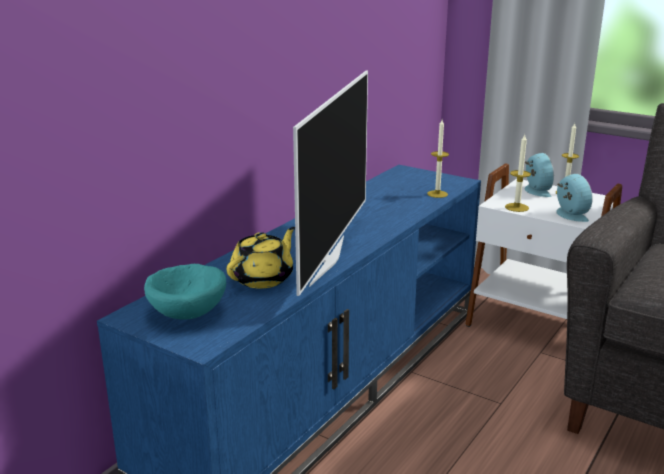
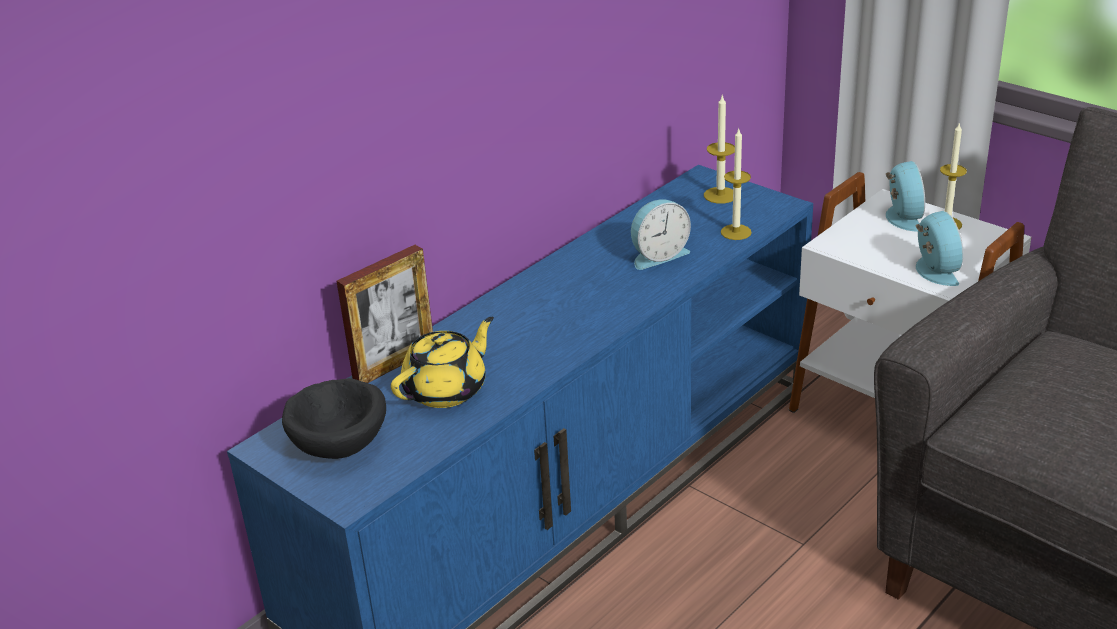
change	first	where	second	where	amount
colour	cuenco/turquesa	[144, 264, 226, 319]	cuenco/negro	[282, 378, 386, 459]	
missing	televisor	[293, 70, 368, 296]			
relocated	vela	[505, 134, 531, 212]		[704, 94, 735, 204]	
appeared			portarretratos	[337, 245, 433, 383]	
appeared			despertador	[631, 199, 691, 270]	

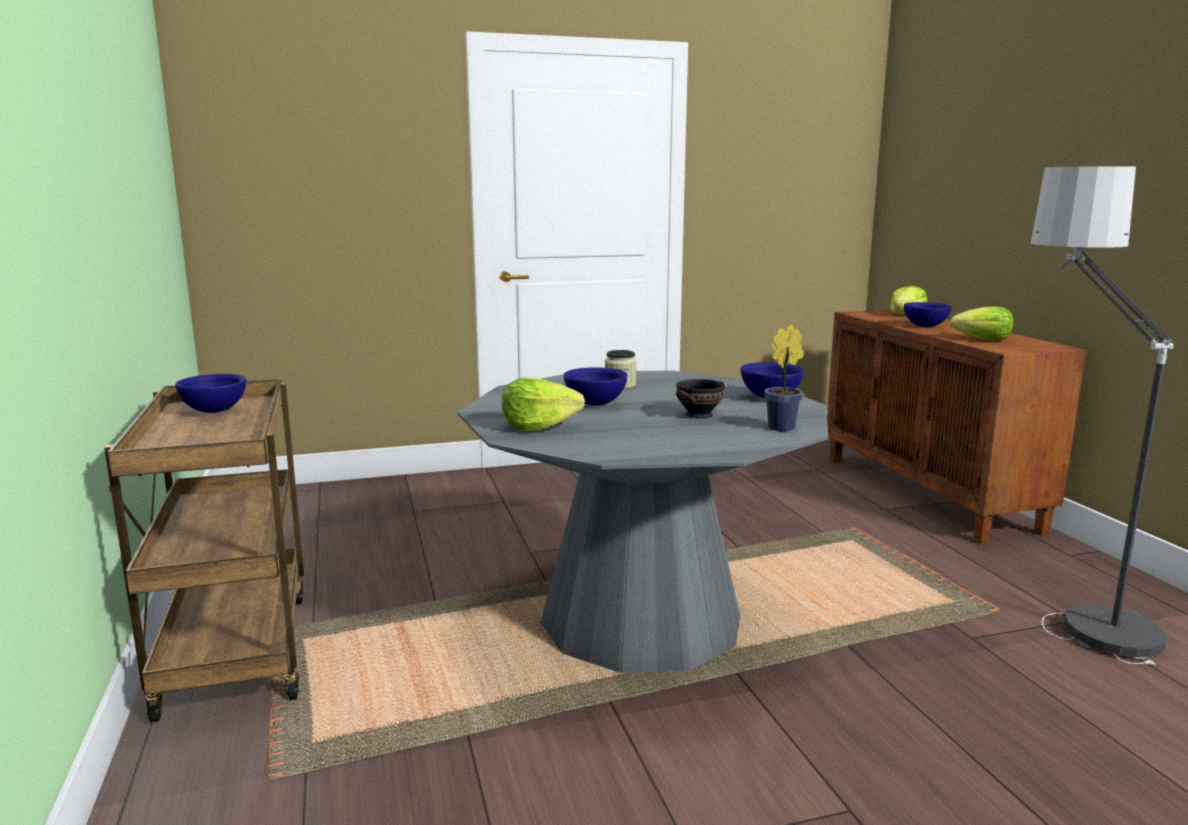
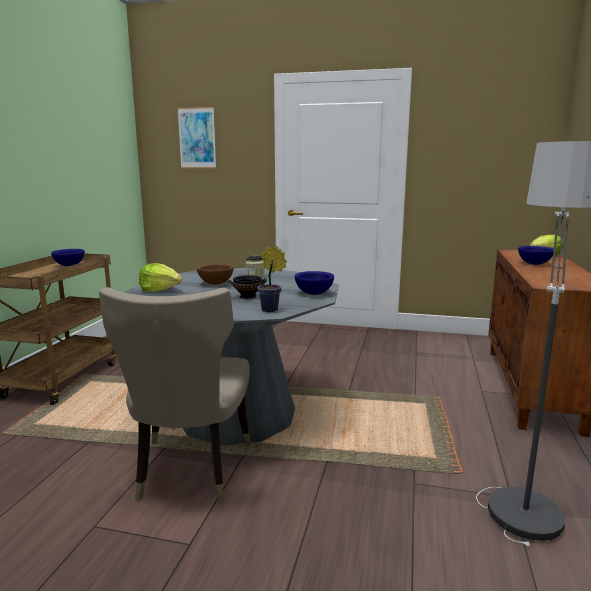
change	first	where	second	where	amount
colour	cuenco/azul	[563, 367, 628, 406]	cuenco/marrón	[197, 263, 234, 285]	
missing	lechuga	[950, 306, 1014, 341]			
appeared			silla/beis	[99, 287, 251, 503]	
appeared			cuadro	[177, 107, 216, 168]	

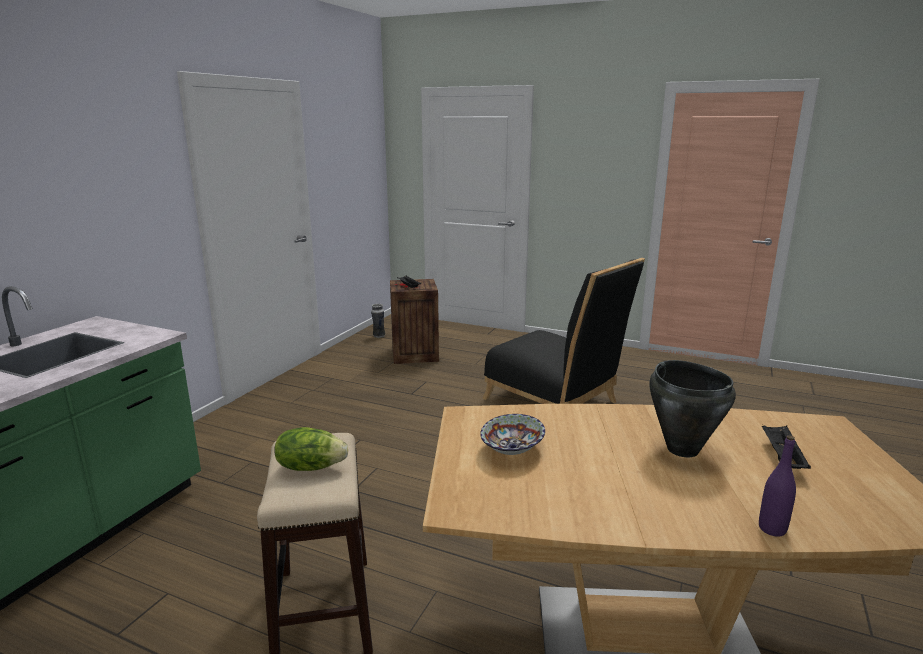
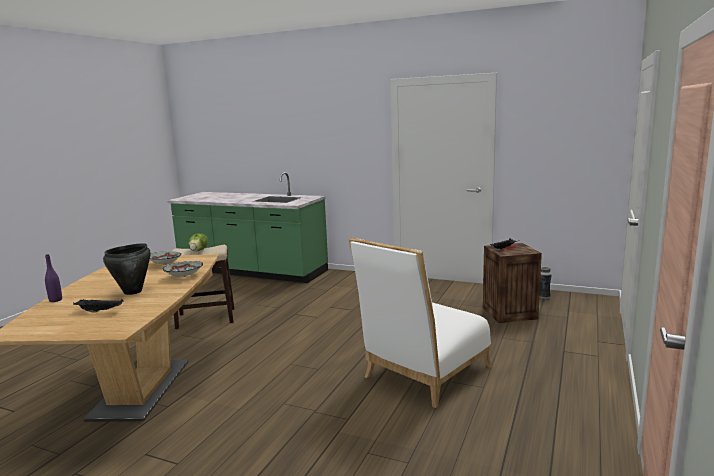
change	first	where	second	where	amount
colour	silla/negro	[483, 258, 645, 404]	silla/blanco	[349, 238, 492, 408]	
appeared			cuenco	[163, 261, 203, 277]	

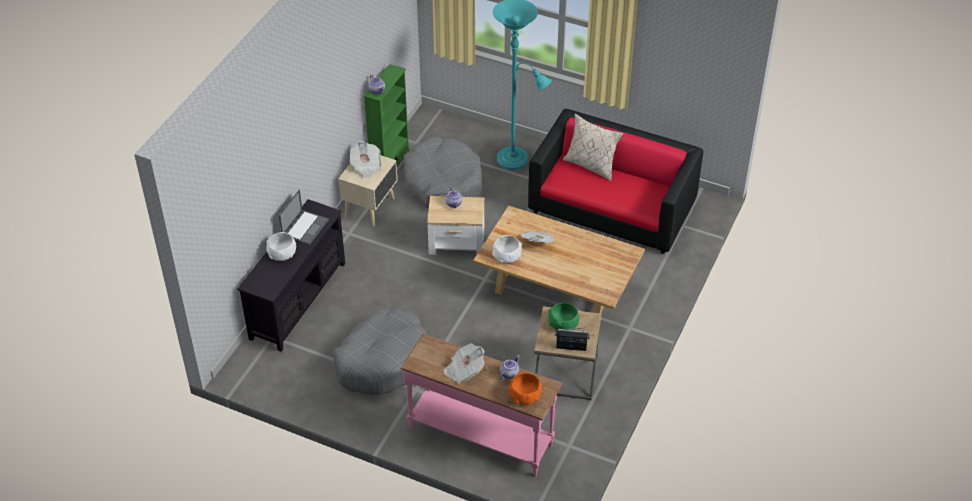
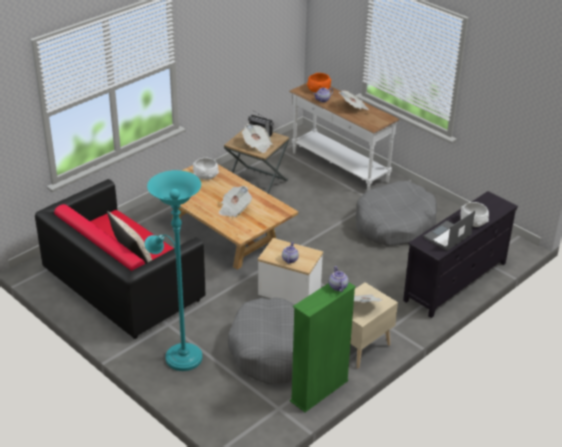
change	first	where	second	where	amount
colour	mesa consola/rosa	[400, 334, 563, 477]	mesa consola/blanco	[289, 82, 399, 191]	
relocated	cuenco/blanco	[492, 235, 522, 263]		[193, 158, 219, 180]	
exchanged	cuenco/verde	[548, 303, 580, 330]	periódico	[242, 124, 273, 153]	

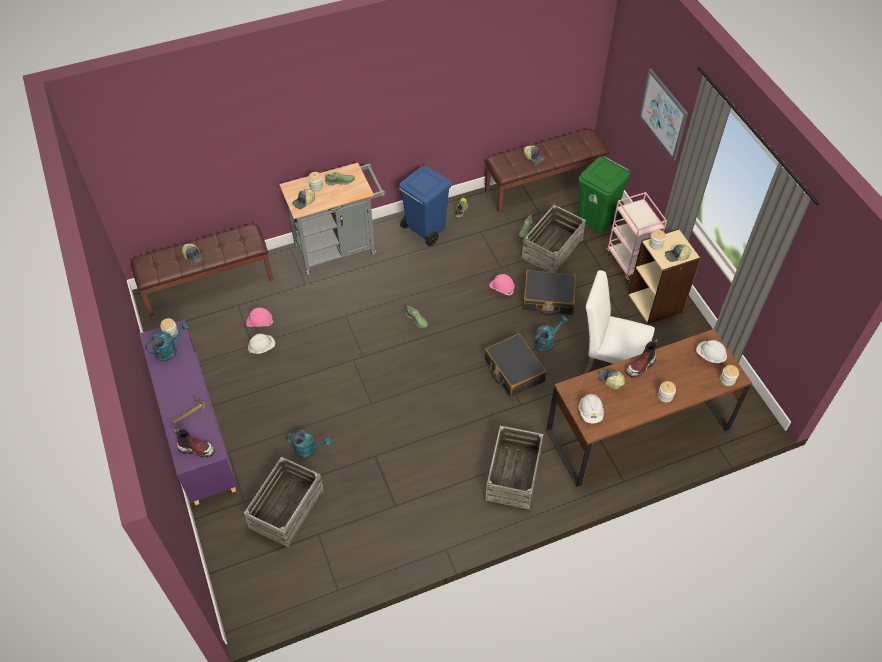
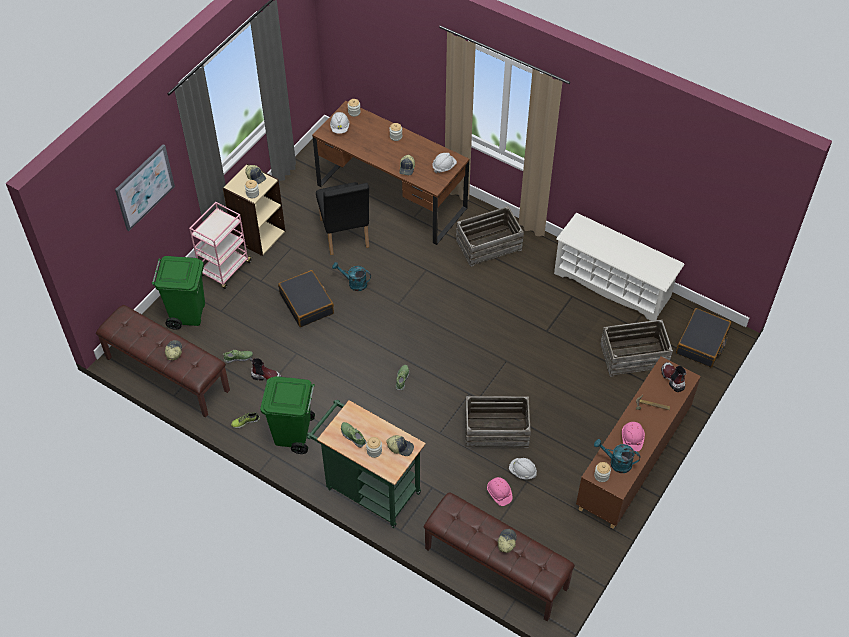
change	first	where	second	where	amount
colour	armario/morado	[140, 320, 237, 505]	armario/marrón	[576, 356, 701, 529]	
colour	carrito/gris	[279, 163, 385, 276]	carrito/verde	[307, 400, 426, 528]	
missing	regadera/turquesa	[286, 430, 332, 458]			
colour	papelera/azul	[398, 166, 452, 246]	papelera/verde	[260, 376, 315, 454]	
relocated	maleta/negro	[484, 334, 547, 397]		[676, 308, 731, 367]	
relocated	casco/rosa	[489, 274, 515, 295]		[622, 422, 645, 452]	
relocated	caja de embalaje	[522, 205, 586, 273]		[465, 396, 531, 448]	
colour	silla/blanco	[583, 270, 655, 374]	silla/negro	[316, 182, 369, 255]	
relocated	bota	[625, 339, 658, 378]		[249, 358, 282, 381]	
appeared			zapatero/blanco	[554, 213, 685, 321]	

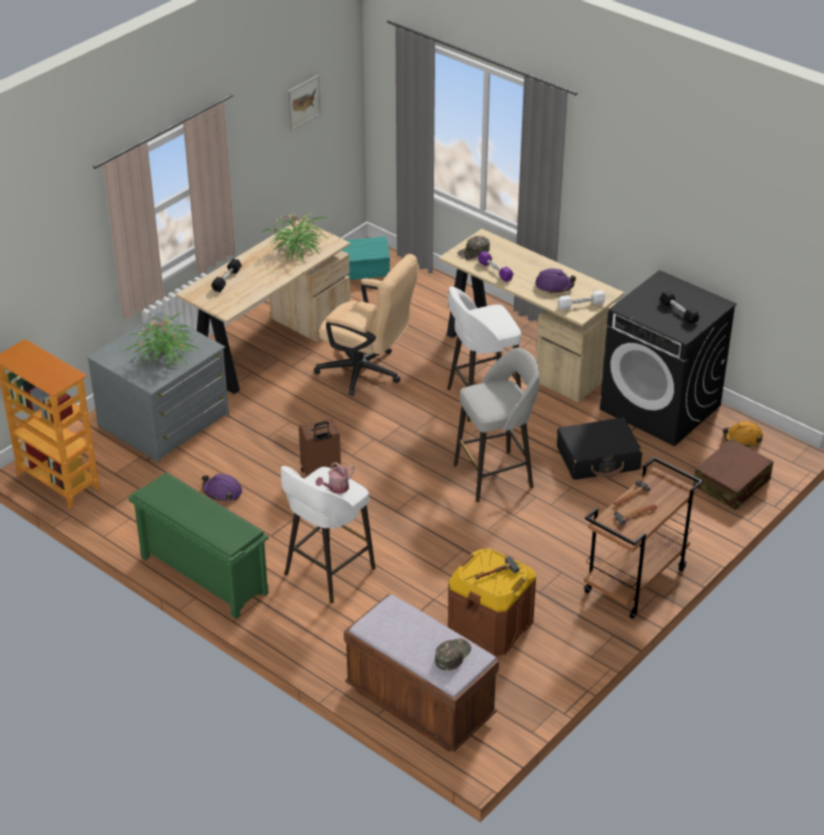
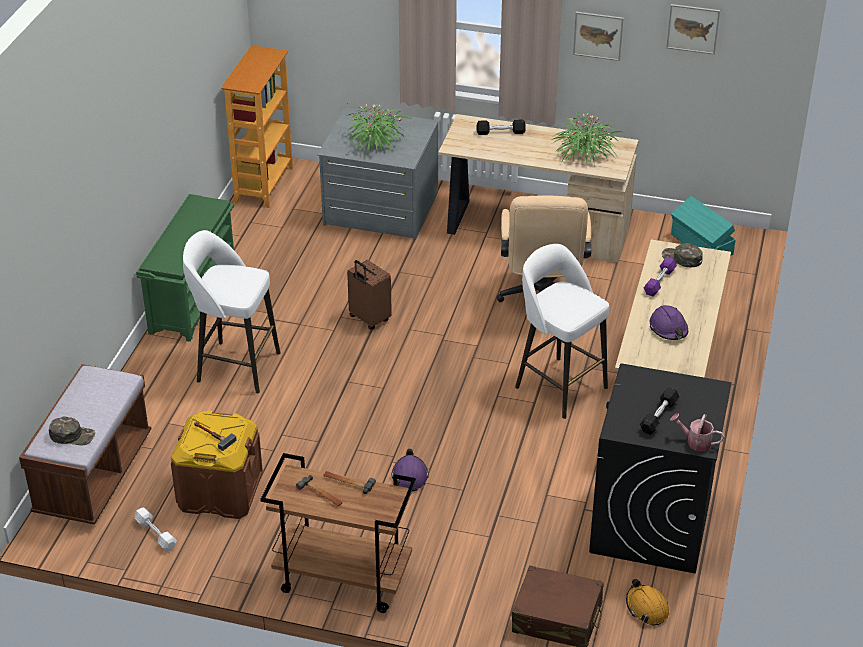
change	first	where	second	where	amount
relocated	casco/morado	[202, 474, 242, 501]		[391, 448, 429, 491]	
relocated	regadera	[316, 462, 354, 494]		[670, 413, 725, 451]	
missing	taburete/gris	[454, 348, 540, 502]			
missing	maleta/negro	[557, 417, 642, 480]			
relocated	mancuerna/blanco	[558, 290, 606, 310]		[134, 507, 177, 552]	
appeared			cuadro	[573, 12, 624, 61]	

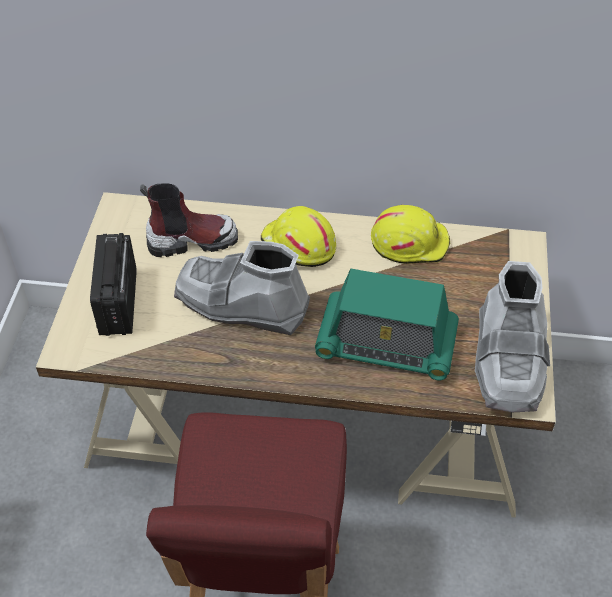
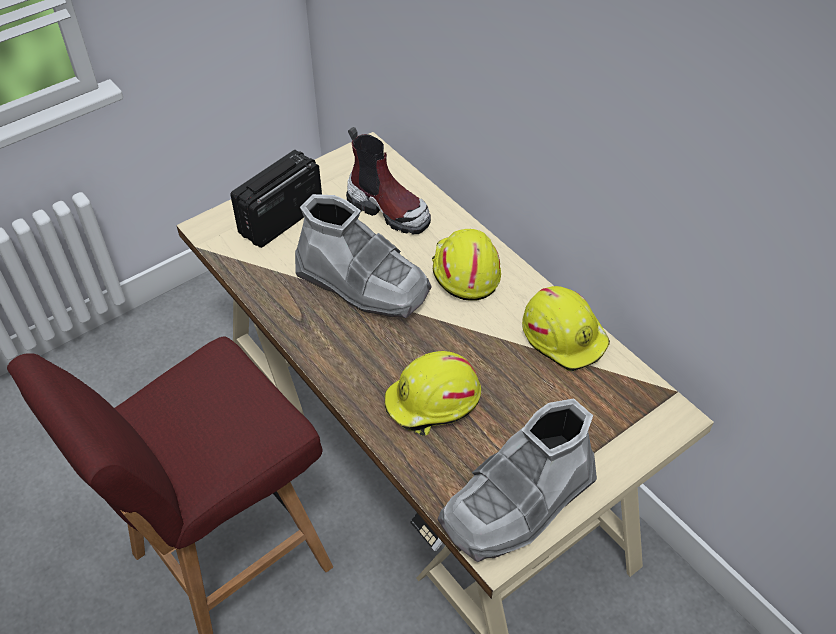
change	first	where	second	where	amount
spun	bota/gris	[174, 241, 310, 335]		[295, 194, 432, 318]	150 degrees clockwise
exchanged	radio	[315, 269, 459, 380]	casco/amarillo	[385, 351, 481, 436]	

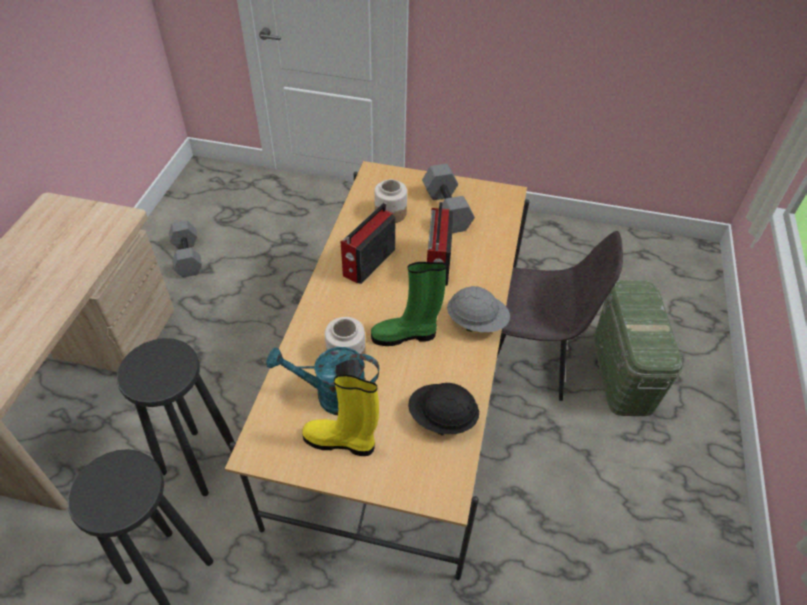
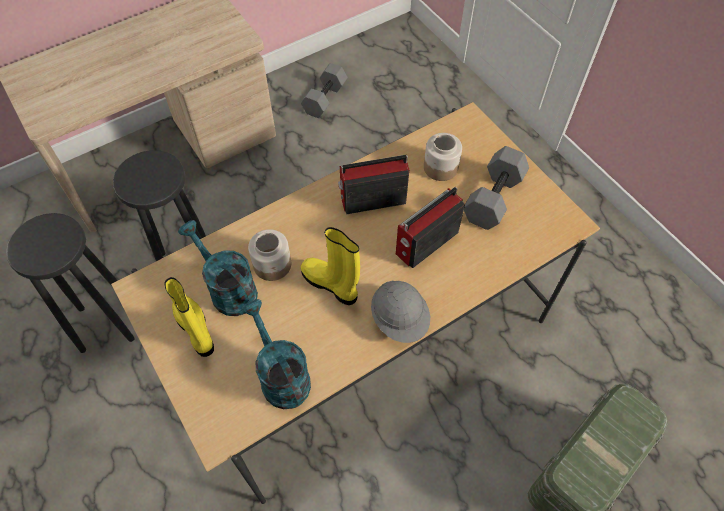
change	first	where	second	where	amount
colour	bota/verde	[371, 262, 446, 346]	bota/amarillo	[301, 227, 360, 305]	
exchanged	casco/negro	[408, 383, 479, 436]	regadera/turquesa	[241, 299, 311, 409]	
missing	silla/gris	[497, 231, 623, 401]			

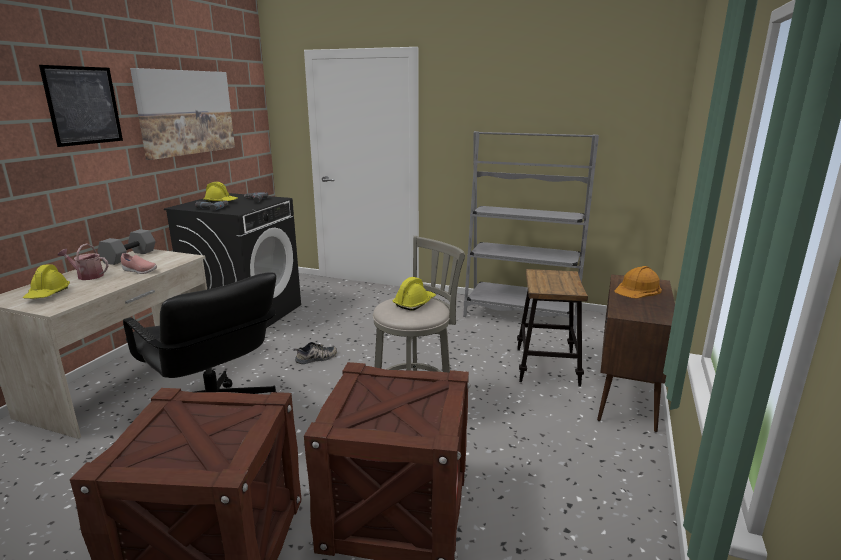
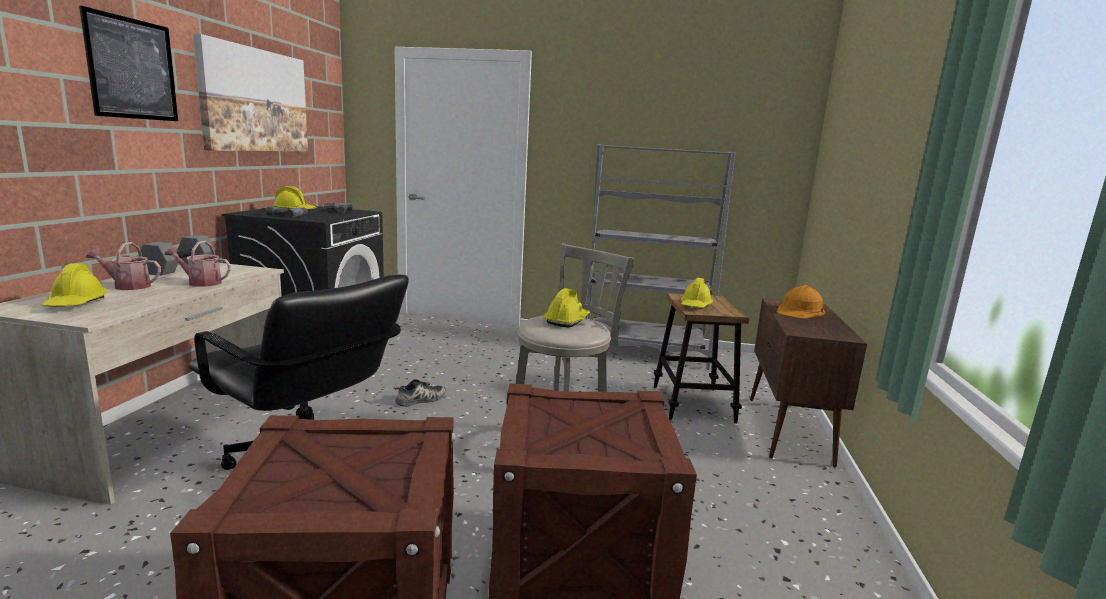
change	first	where	second	where	amount
exchanged	zapato/rosa	[121, 253, 157, 274]	regadera	[164, 241, 231, 287]	
appeared			casco/amarillo	[681, 278, 713, 308]	

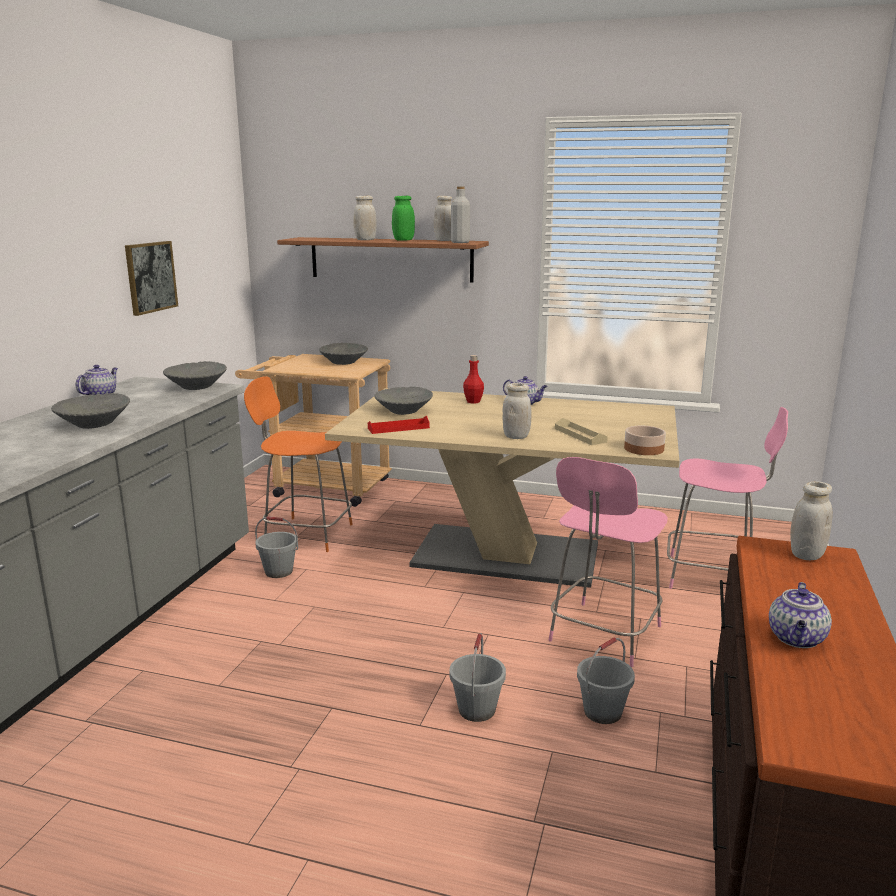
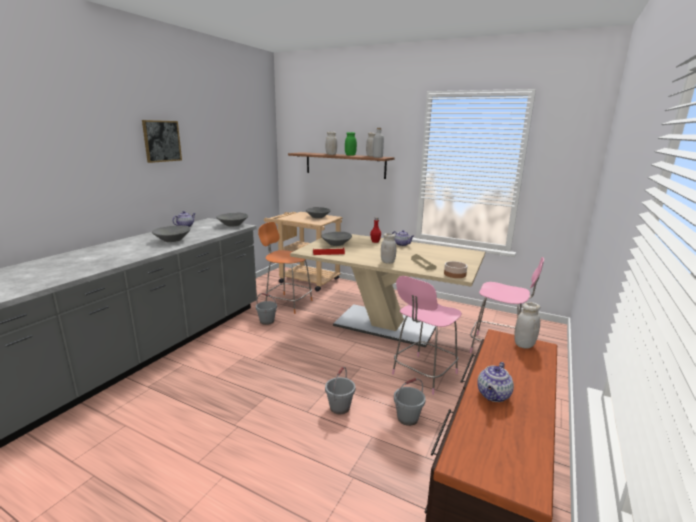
change	first	where	second	where	amount
relocated	cuadro	[125, 241, 178, 316]		[142, 120, 182, 163]	

